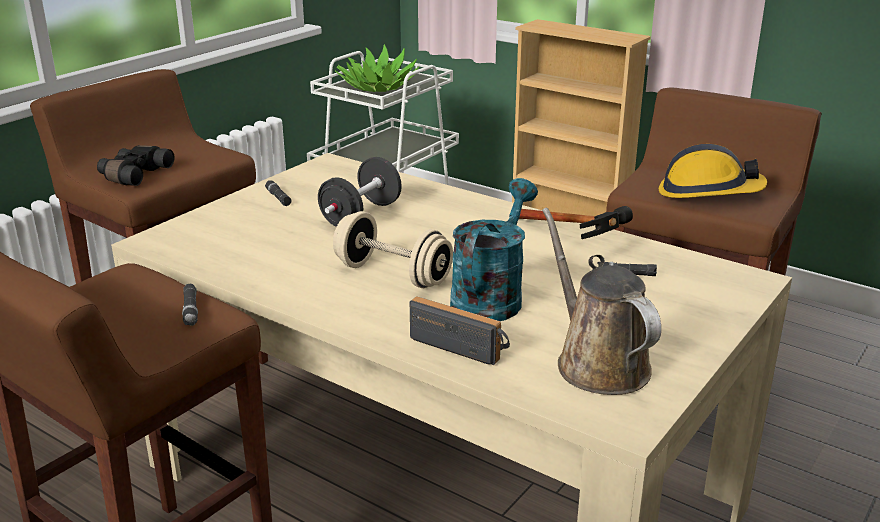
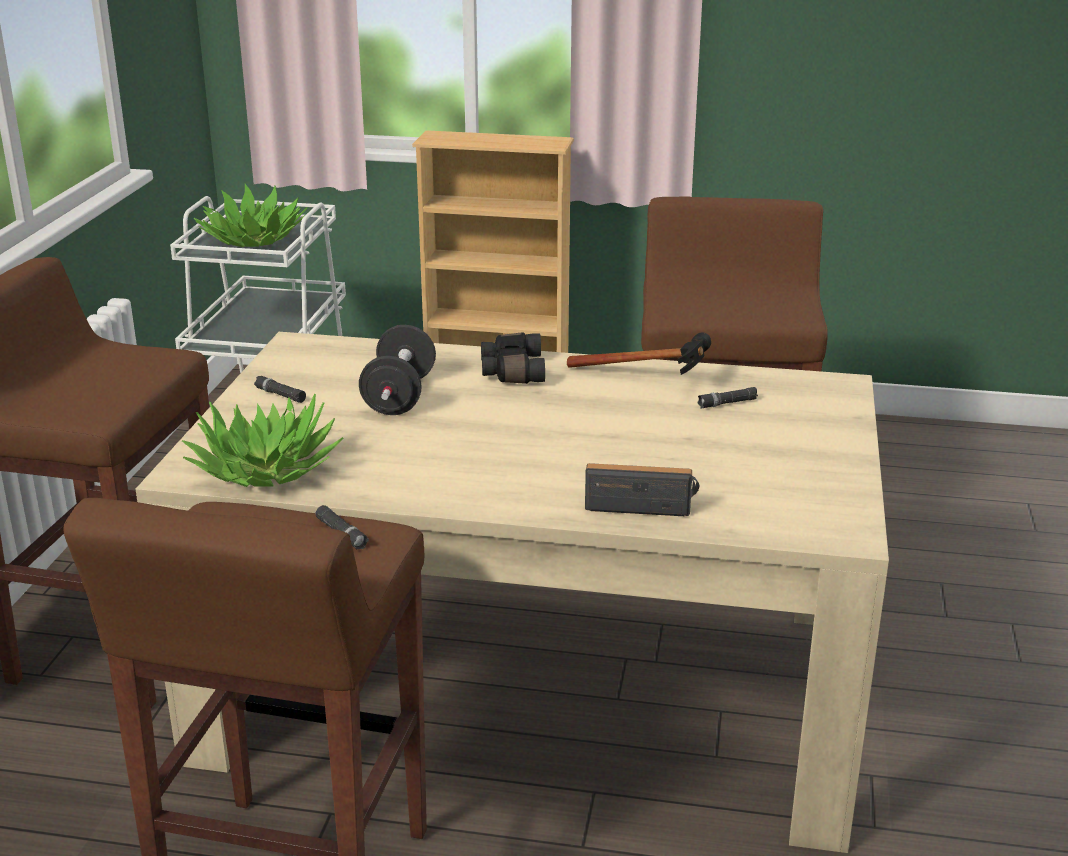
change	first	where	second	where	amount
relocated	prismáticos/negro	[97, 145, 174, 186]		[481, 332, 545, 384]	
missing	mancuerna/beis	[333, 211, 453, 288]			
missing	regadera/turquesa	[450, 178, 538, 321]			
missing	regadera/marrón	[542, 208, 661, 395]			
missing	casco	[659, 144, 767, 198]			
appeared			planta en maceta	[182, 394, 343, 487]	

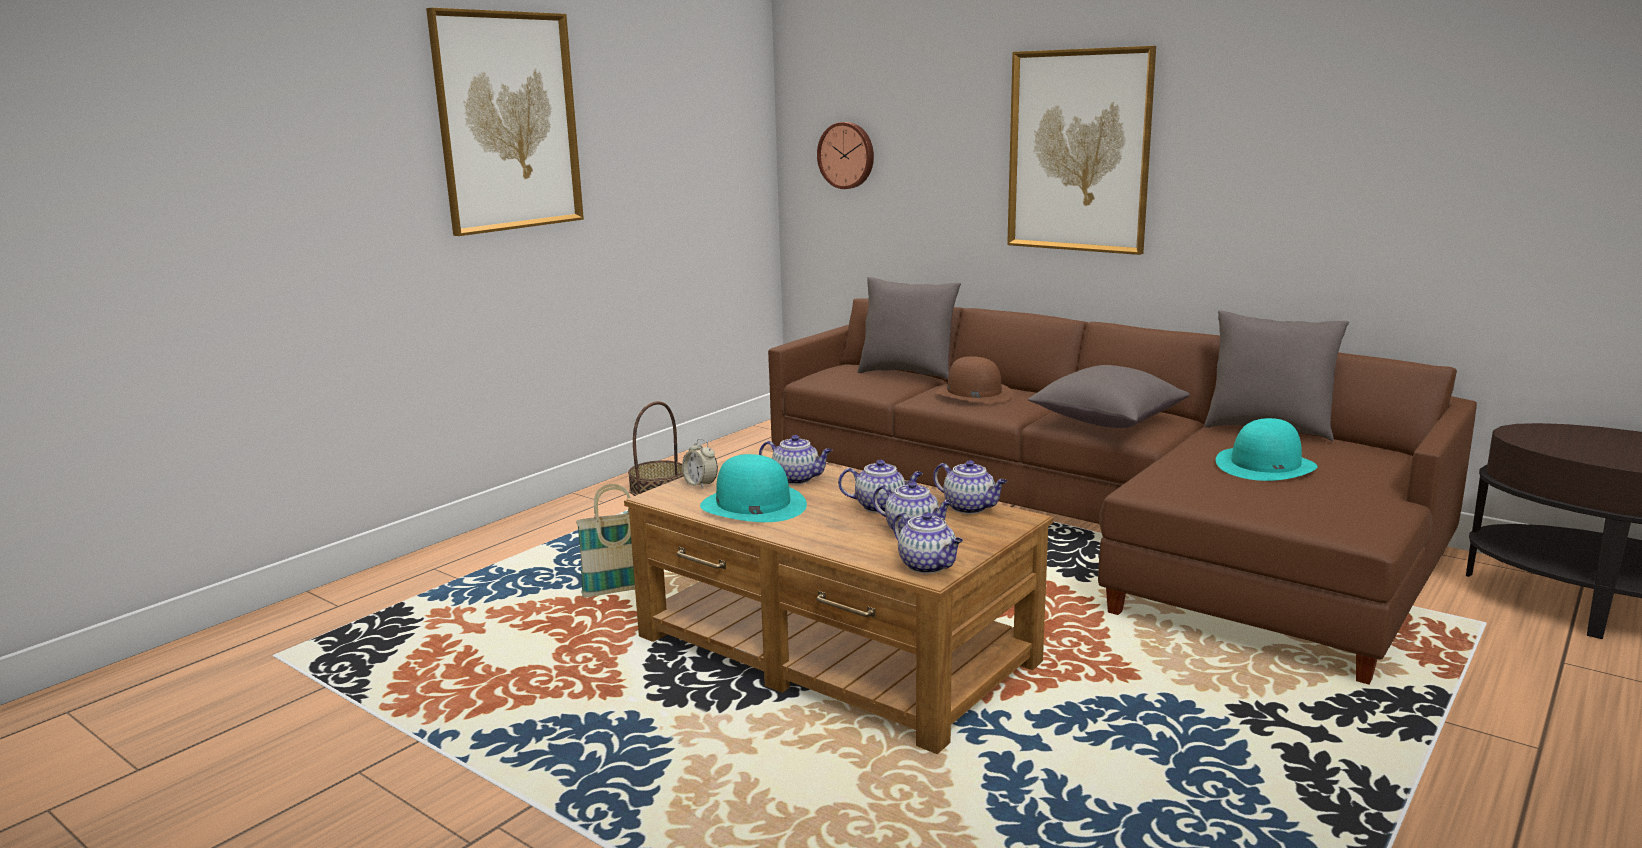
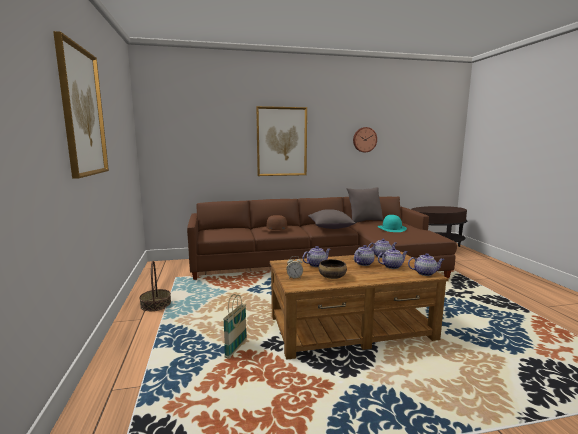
change	first	where	second	where	amount
exchanged	sombrero/turquesa	[700, 454, 807, 522]	cuenco	[319, 259, 347, 279]	
relocated	reloj de pared	[817, 122, 874, 189]		[353, 127, 377, 152]	
missing	cojín/gris	[858, 277, 961, 380]			

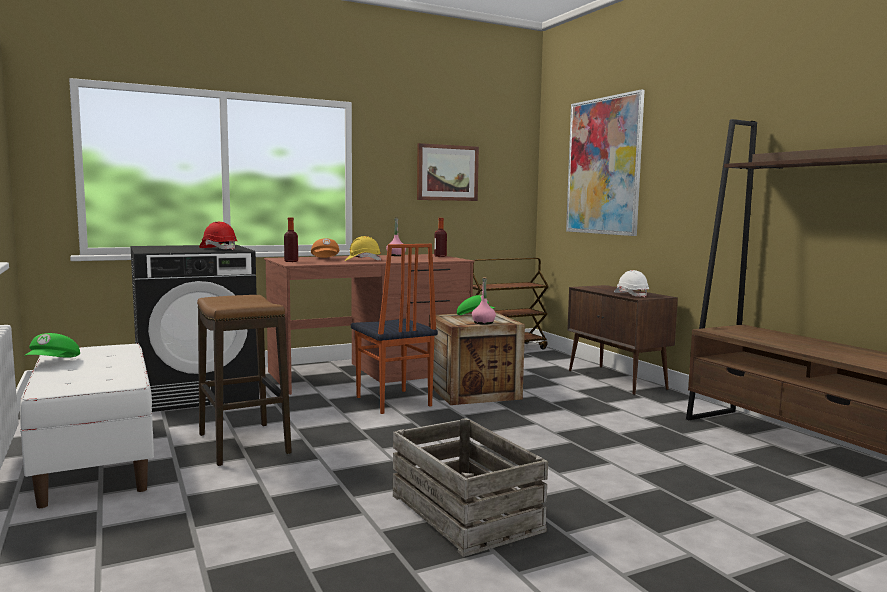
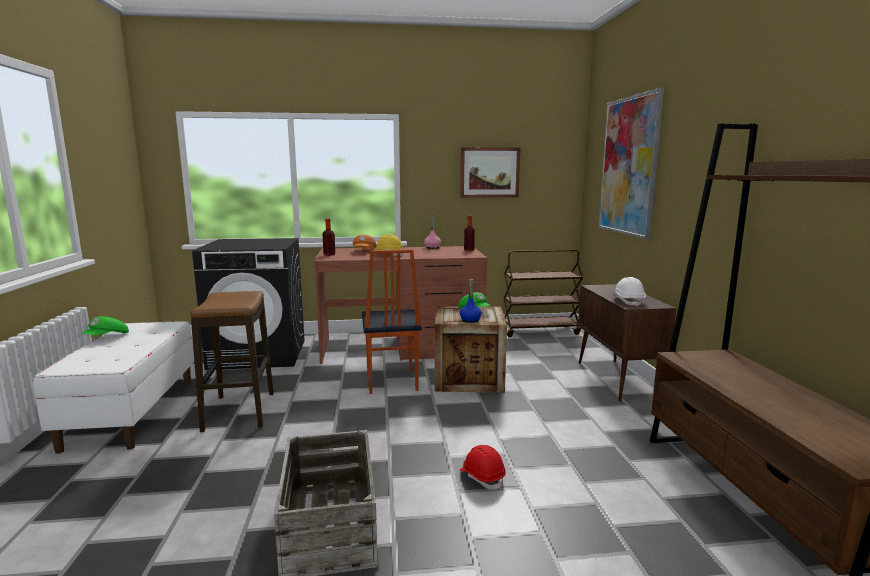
change	first	where	second	where	amount
relocated	casco/rojo	[199, 222, 237, 250]		[460, 445, 506, 490]	
colour	botella/rosa	[472, 277, 496, 325]	botella/azul	[460, 279, 482, 323]	

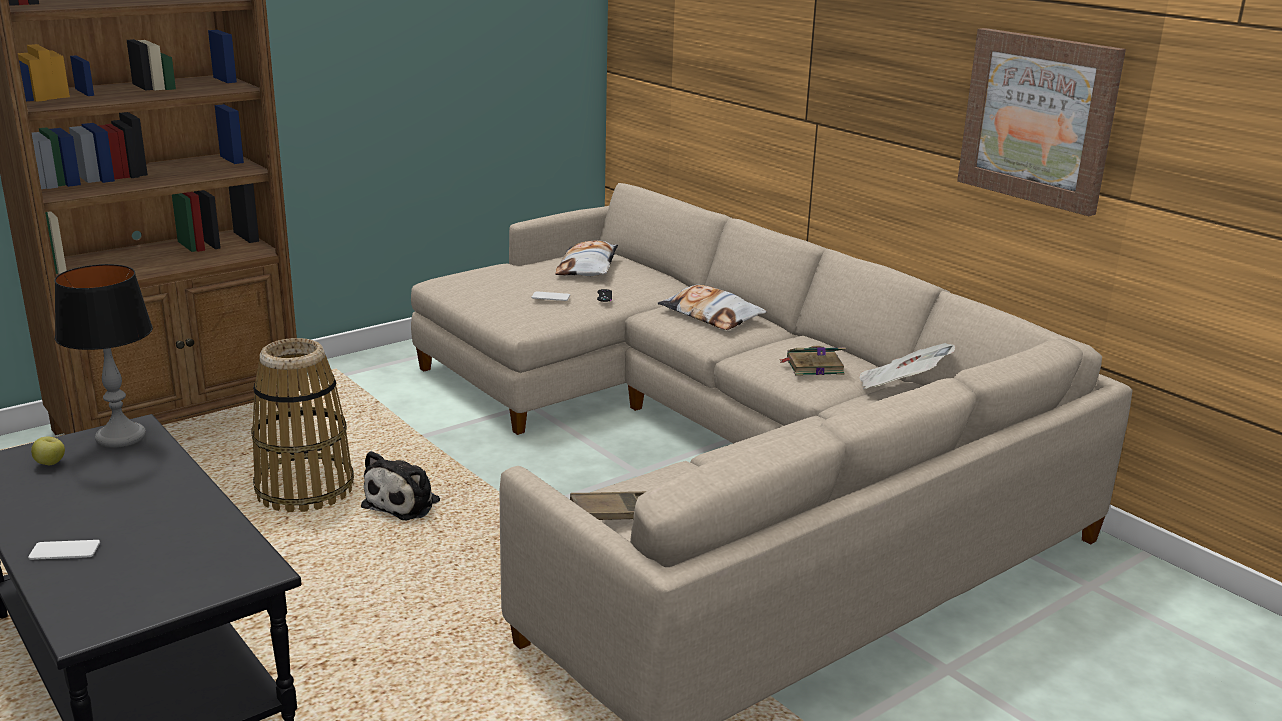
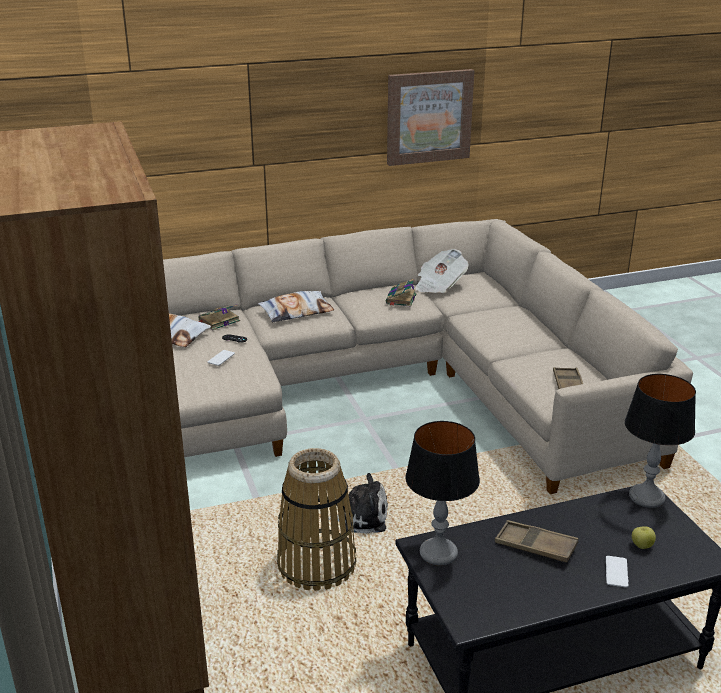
change	first	where	second	where	amount
relocated	manzana	[31, 437, 65, 465]		[632, 526, 656, 549]	
spun	peluche	[361, 451, 440, 520]		[329, 473, 388, 534]	45 degrees counterclockwise
appeared			libro	[198, 304, 240, 330]	
appeared			bandeja/marrón	[495, 520, 578, 562]	
appeared			lámpara de mesa	[625, 374, 696, 508]	

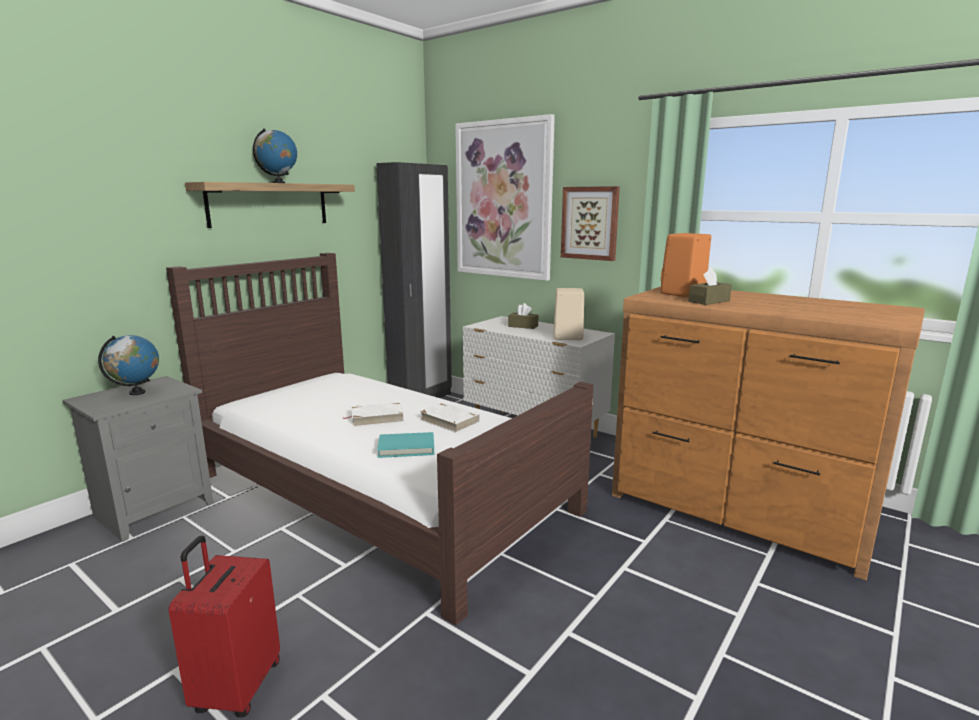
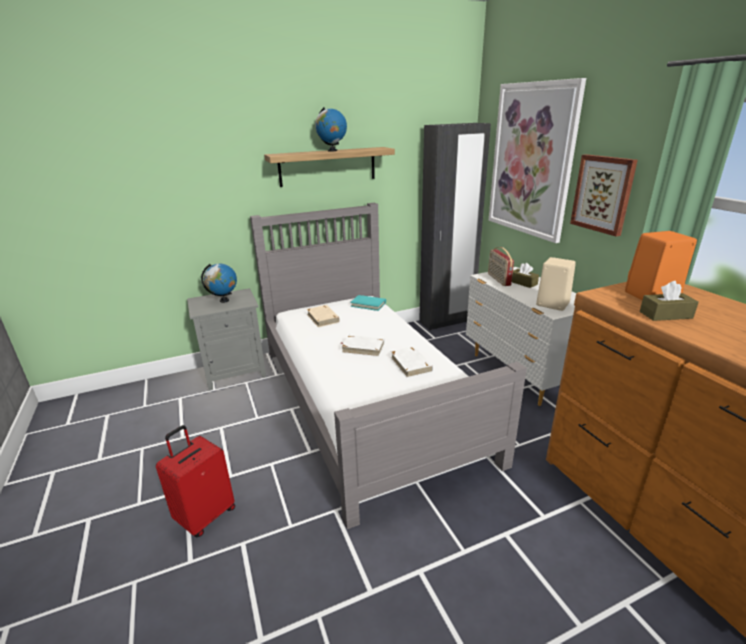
change	first	where	second	where	amount
colour	cama/marrón	[166, 253, 594, 626]	cama/gris	[250, 203, 527, 529]	
relocated	libro/turquesa	[377, 432, 434, 458]		[350, 295, 386, 311]	
appeared			libro/beis	[307, 305, 340, 327]	
appeared			radio	[488, 247, 514, 286]	

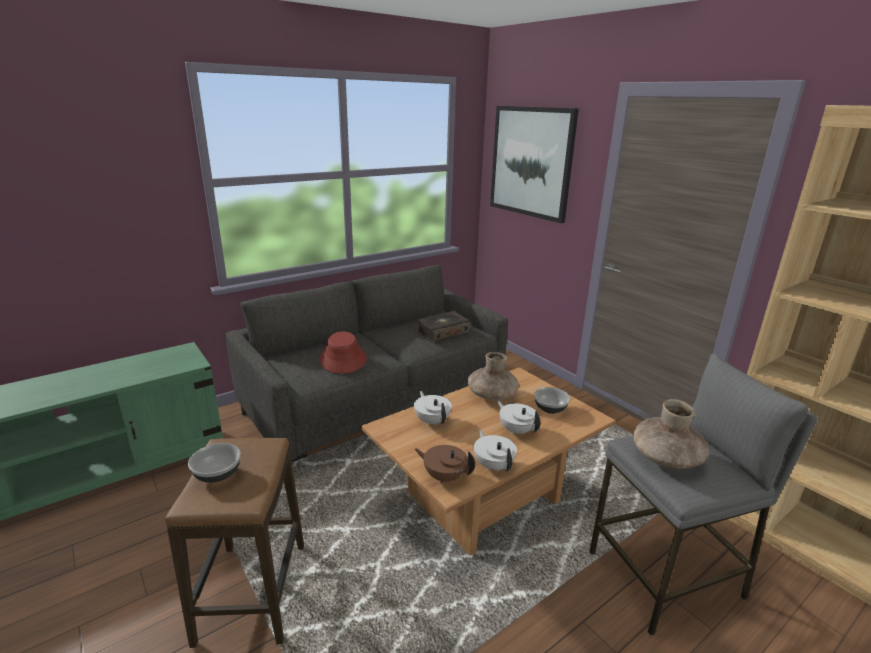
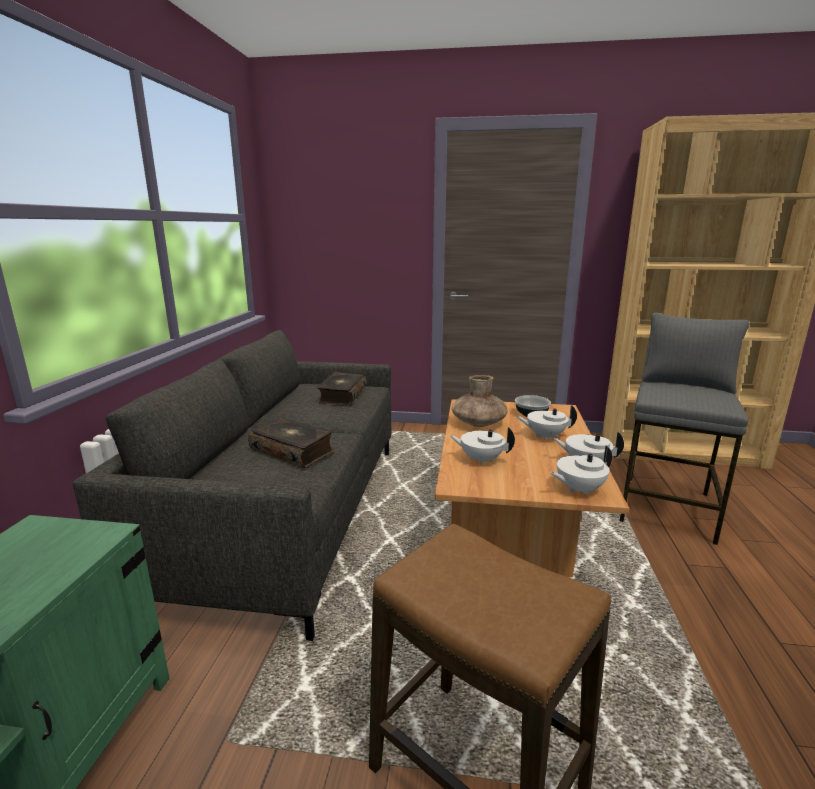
change	first	where	second	where	amount
missing	cuenco	[188, 443, 241, 483]			
exchanged	sombrero/rojo	[319, 331, 367, 374]	libro	[248, 417, 334, 468]	
colour	tetera/marrón	[414, 445, 475, 484]	tetera/blanco	[550, 446, 612, 495]	
missing	cuadro	[490, 106, 579, 223]			
missing	florero/marrón	[634, 399, 709, 469]			

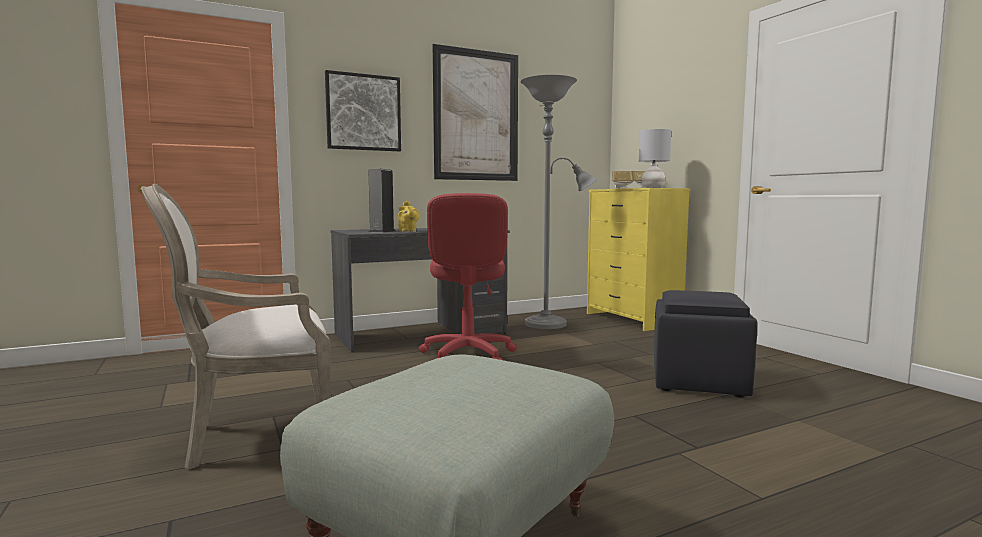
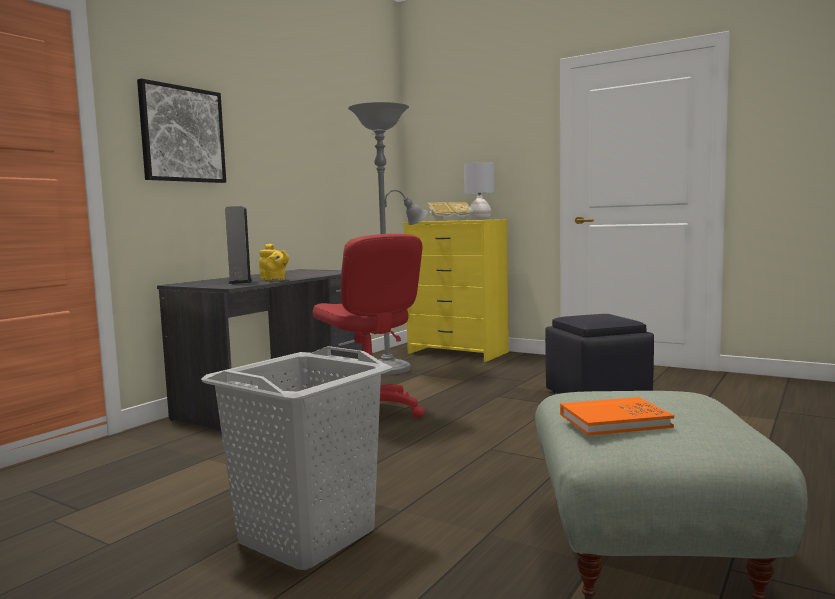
change	first	where	second	where	amount
exchanged	sillón	[141, 184, 331, 470]	cesto de la ropa/gris	[201, 346, 393, 570]	
missing	cuadro	[433, 44, 518, 181]			
appeared			libro/naranja	[560, 397, 674, 436]	

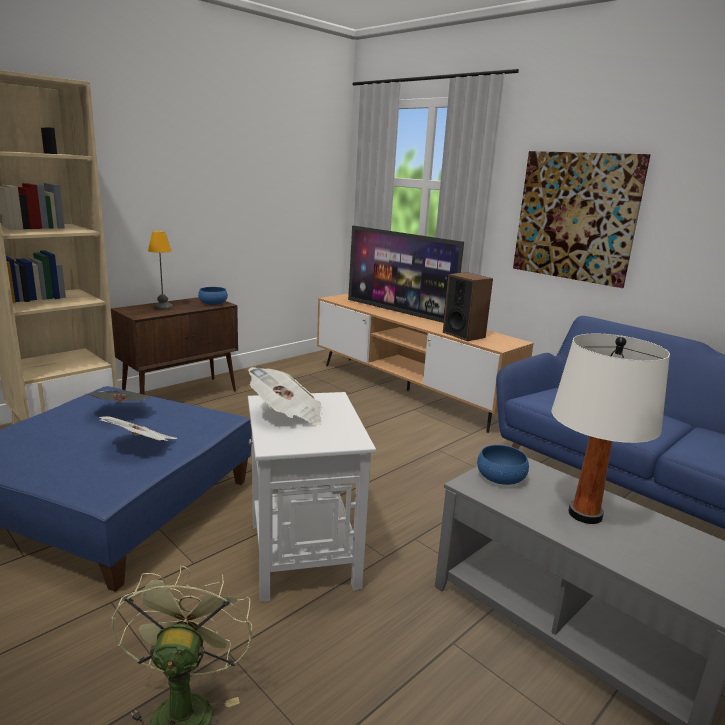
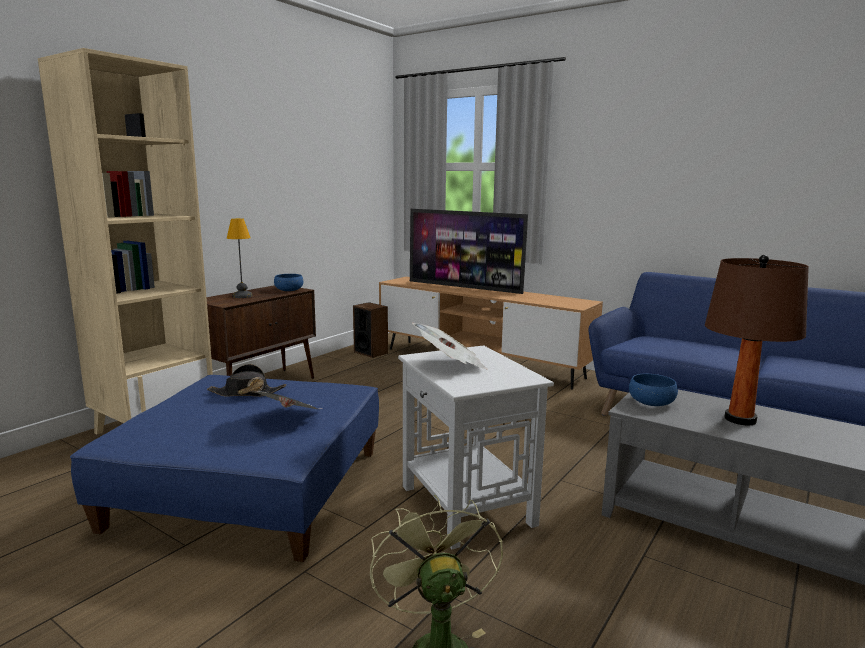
change	first	where	second	where	amount
exchanged	periódico	[87, 391, 150, 402]	sombrero/negro	[207, 364, 286, 397]	
relocated	altavoz	[443, 272, 493, 341]		[353, 302, 388, 358]	
missing	cuadro	[513, 151, 651, 288]			
colour	lámpara de mesa/blanco	[551, 333, 670, 524]	lámpara de mesa/marrón	[705, 255, 809, 426]	

